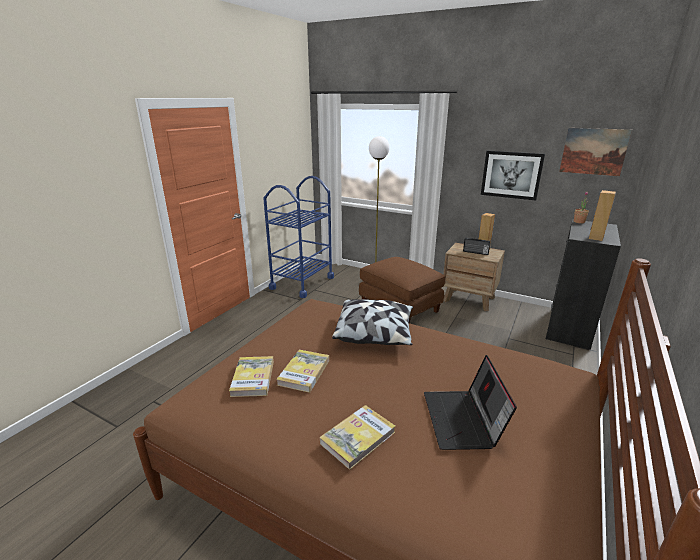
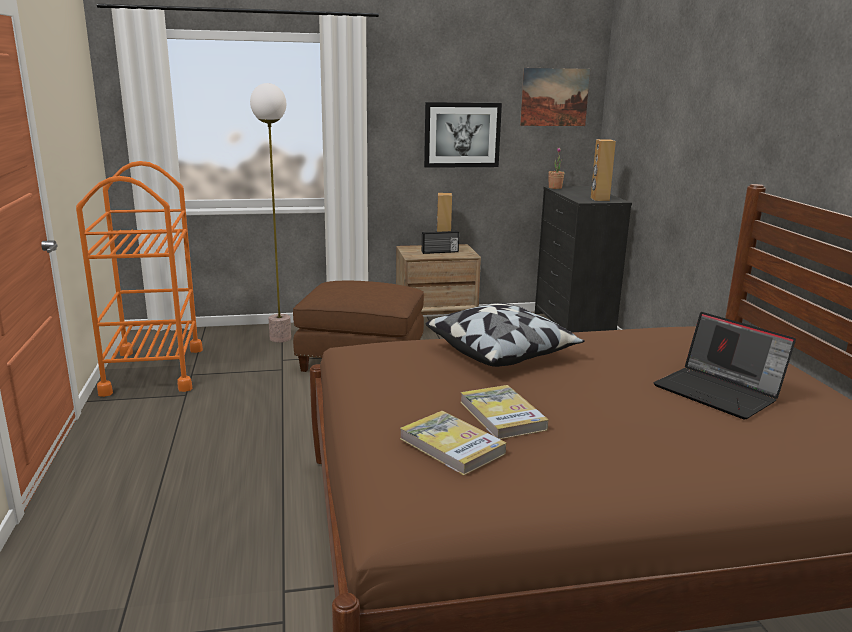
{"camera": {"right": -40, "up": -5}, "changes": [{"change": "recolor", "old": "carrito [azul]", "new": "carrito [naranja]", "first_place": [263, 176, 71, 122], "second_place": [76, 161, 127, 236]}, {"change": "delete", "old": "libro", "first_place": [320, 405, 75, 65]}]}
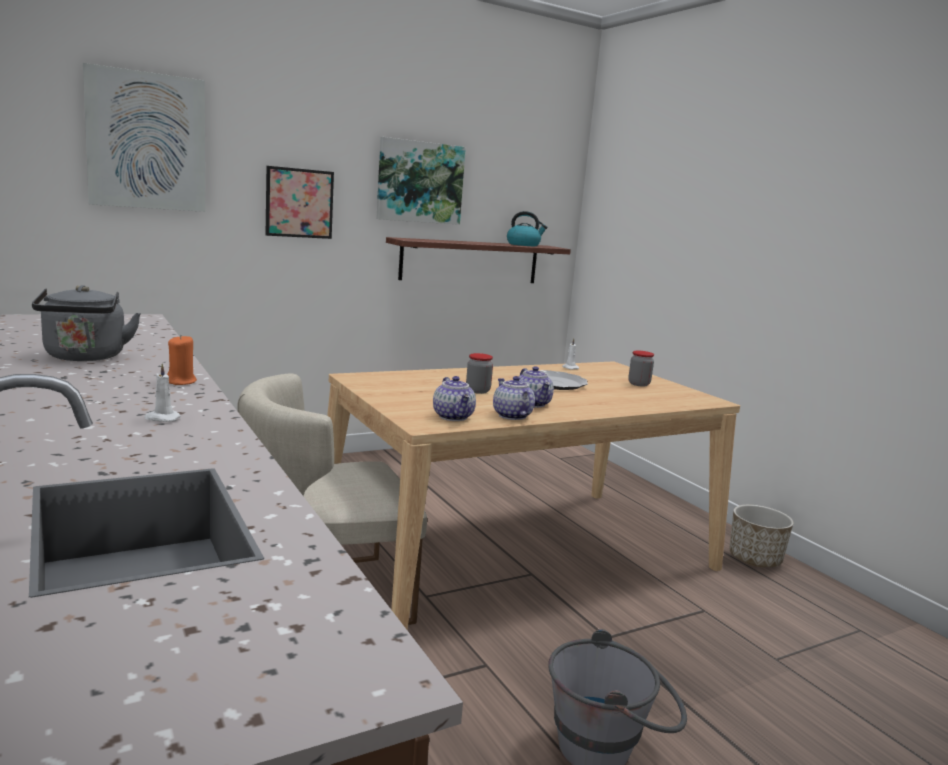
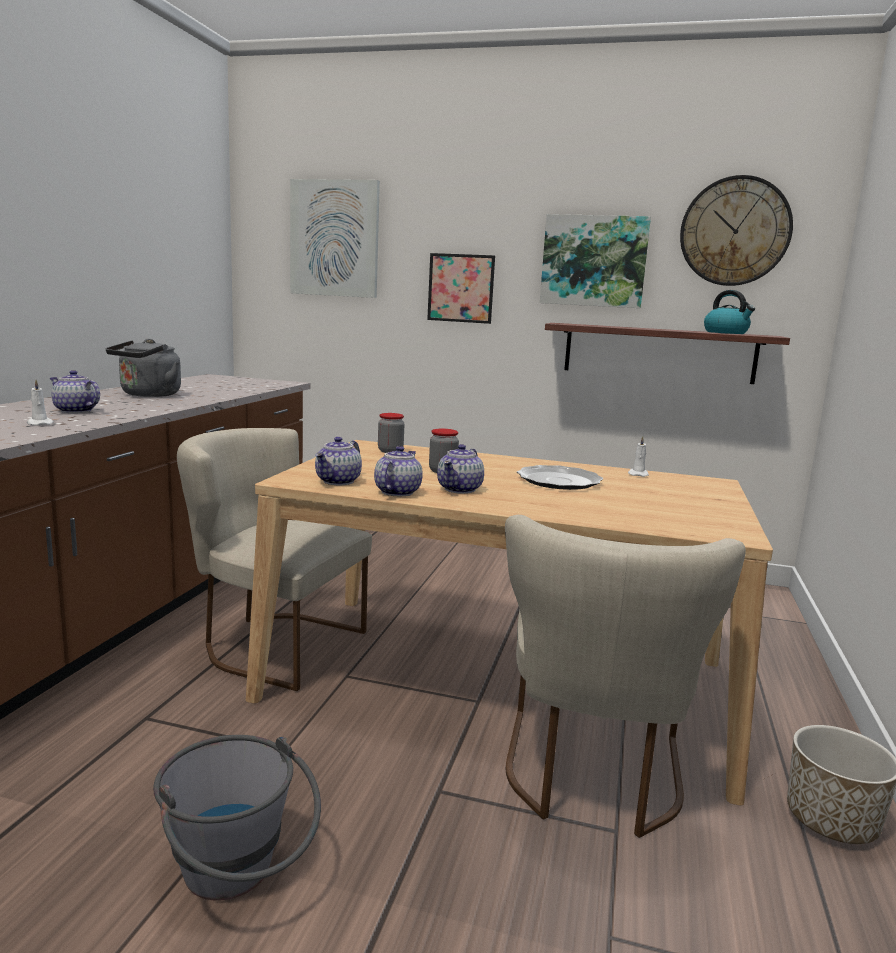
{"camera": {"right": 45, "up": 0}, "changes": [{"change": "delete", "old": "vela [naranja]", "first_place": [167, 335, 30, 50]}, {"change": "move", "old": "tarro", "first_place": [628, 351, 26, 36], "second_place": [378, 413, 26, 40]}, {"change": "insert", "new": "tetera", "second_place": [50, 370, 50, 43]}, {"change": "insert", "new": "silla [beis]", "second_place": [505, 515, 241, 323]}, {"change": "insert", "new": "reloj de pared", "second_place": [680, 175, 113, 111]}]}
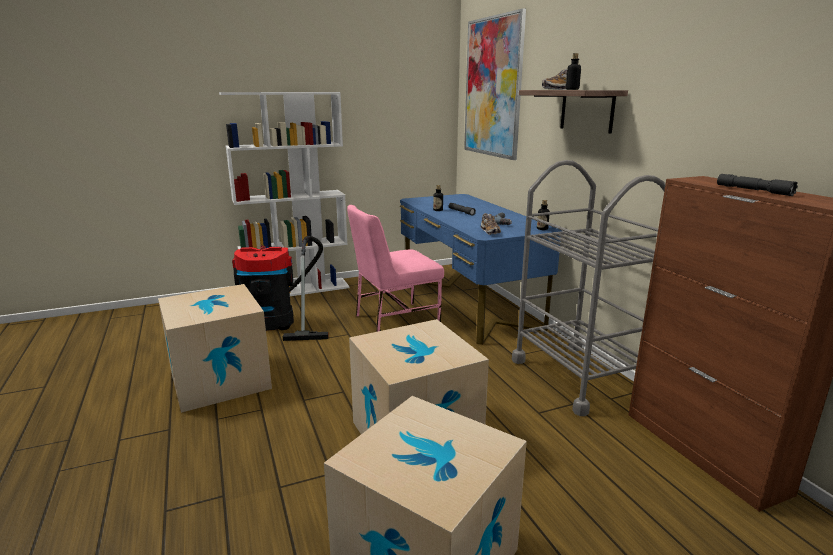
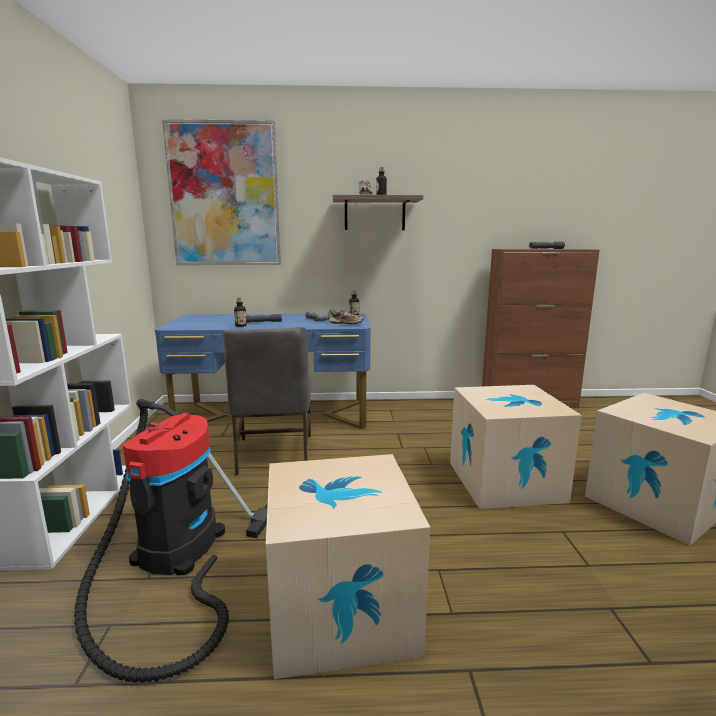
{"camera": {"right": -70, "up": -5}, "changes": [{"change": "recolor", "old": "silla [rosa]", "new": "silla [gris]", "first_place": [347, 205, 97, 127], "second_place": [223, 327, 89, 148]}, {"change": "delete", "old": "carrito [gris]", "first_place": [512, 160, 153, 256]}]}
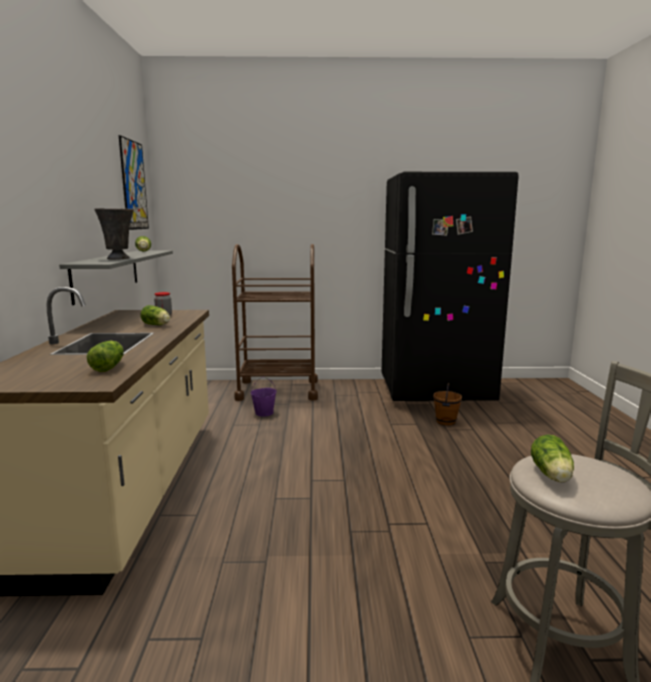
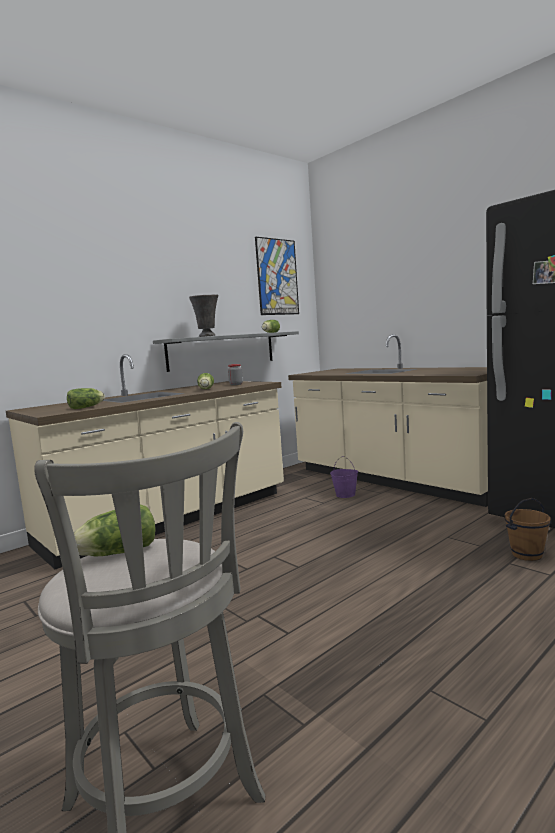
{"camera": {"right": 50, "up": -5}, "changes": [{"change": "replace", "old": "carrito [marrón]", "new": "mueble bajo de cocina [beis]", "first_place": [232, 244, 86, 157], "second_place": [288, 334, 200, 173]}]}
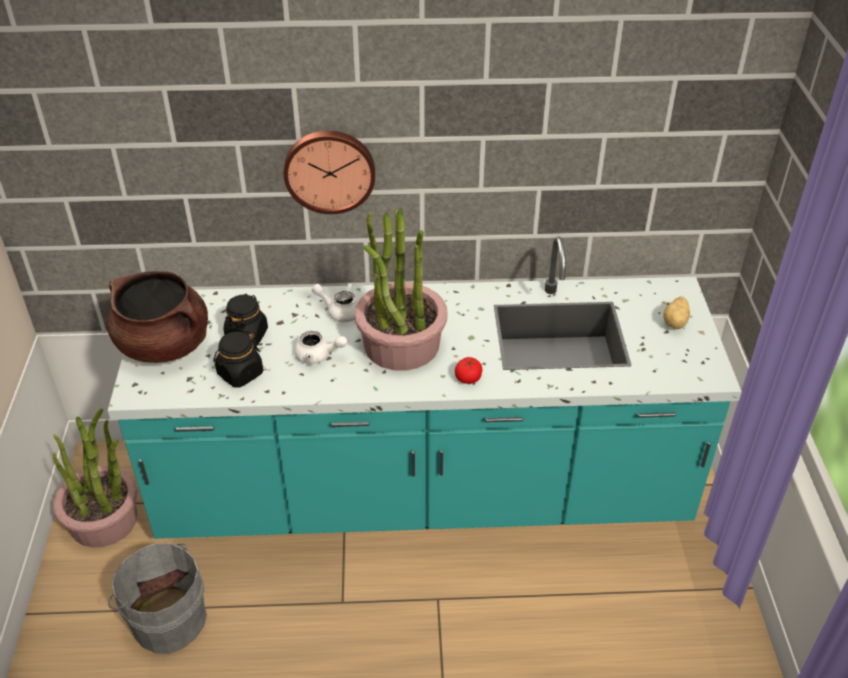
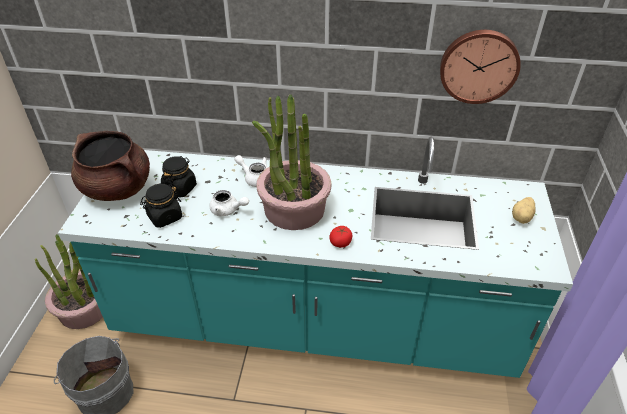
{"camera": {"right": 10, "up": 0}, "changes": [{"change": "move", "old": "reloj de pared", "first_place": [284, 131, 91, 83], "second_place": [440, 30, 81, 74]}]}
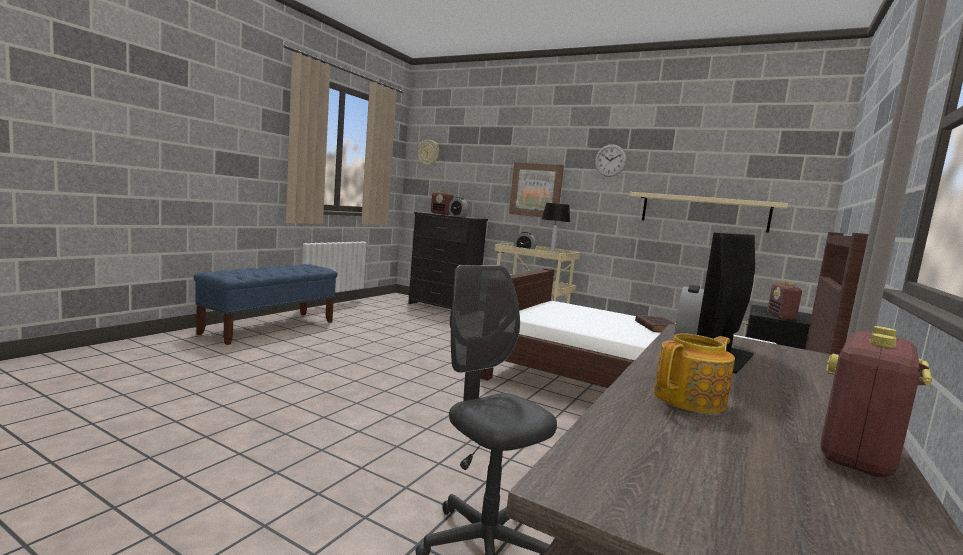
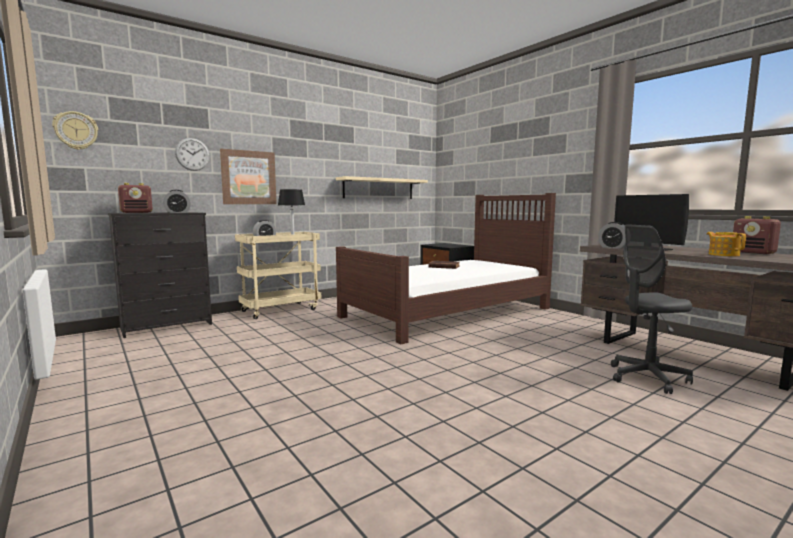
{"camera": {"right": -65, "up": 0}, "changes": [{"change": "delete", "old": "banco [azul]", "first_place": [194, 264, 144, 81]}, {"change": "move", "old": "reloj de pared", "first_place": [595, 144, 32, 33], "second_place": [175, 138, 35, 33]}, {"change": "delete", "old": "radio", "first_place": [768, 281, 36, 39]}]}
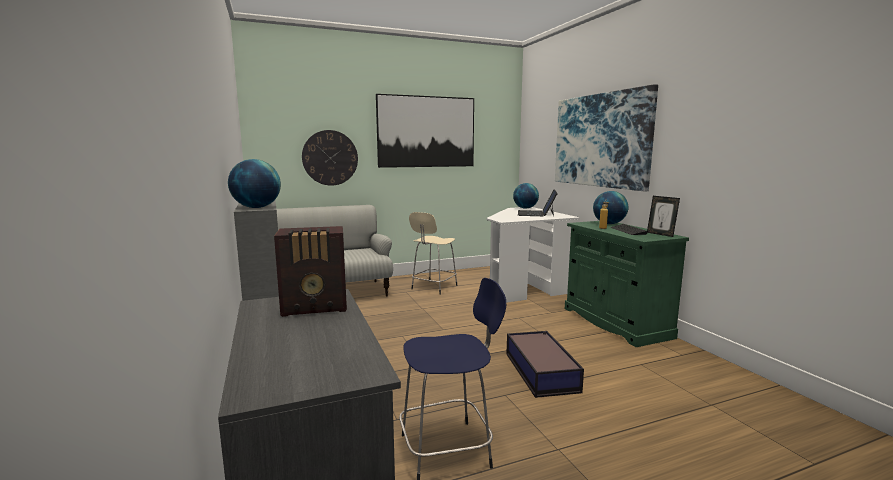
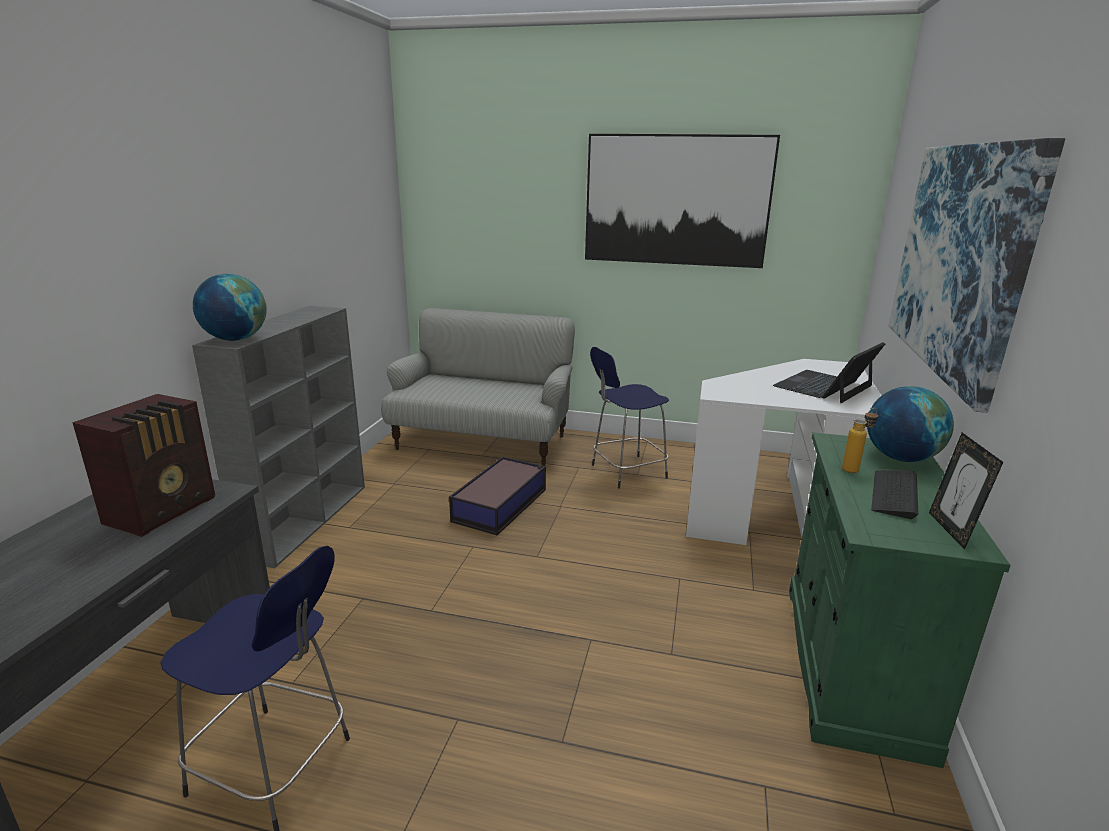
{"camera": {"right": 35, "up": 10}, "changes": [{"change": "rotate", "old": "radio", "first_place": [274, 226, 73, 91], "second_place": [73, 394, 142, 143], "degrees": -90}, {"change": "delete", "old": "reloj de pared", "first_place": [302, 130, 56, 56]}, {"change": "recolor", "old": "taburete [beis]", "new": "taburete [azul]", "first_place": [409, 212, 48, 83], "second_place": [590, 347, 79, 141]}, {"change": "move", "old": "caja de almacenaje", "first_place": [506, 331, 78, 67], "second_place": [449, 457, 97, 78]}, {"change": "delete", "old": "globo terráqueo", "first_place": [513, 183, 26, 26]}]}
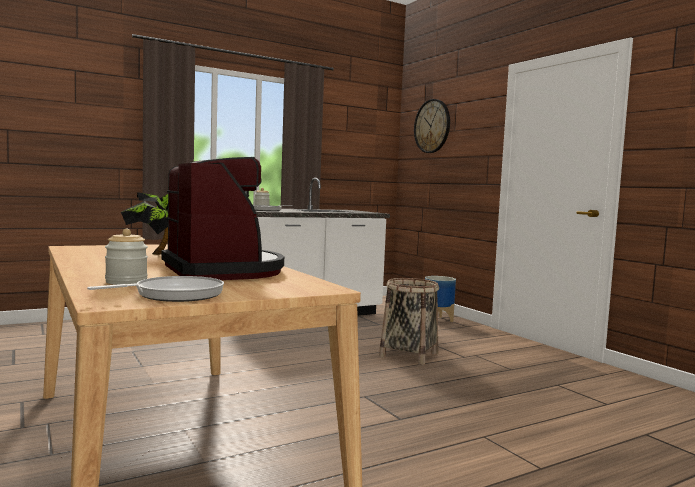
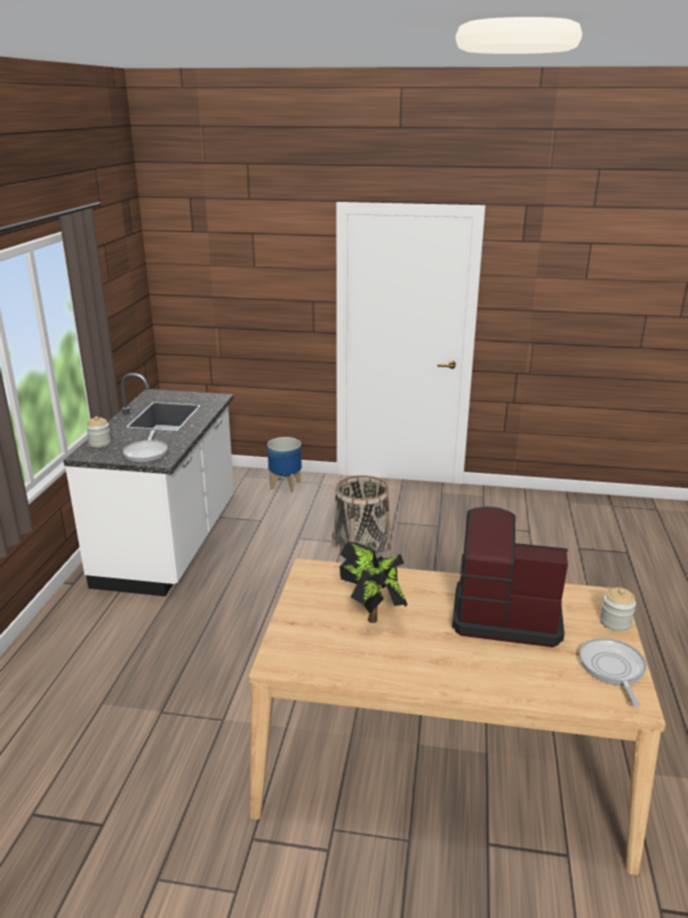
{"camera": {"right": -50, "up": 20}, "changes": [{"change": "move", "old": "tarro", "first_place": [105, 229, 43, 56], "second_place": [600, 587, 36, 45]}, {"change": "delete", "old": "reloj de pared", "first_place": [414, 99, 36, 54]}]}
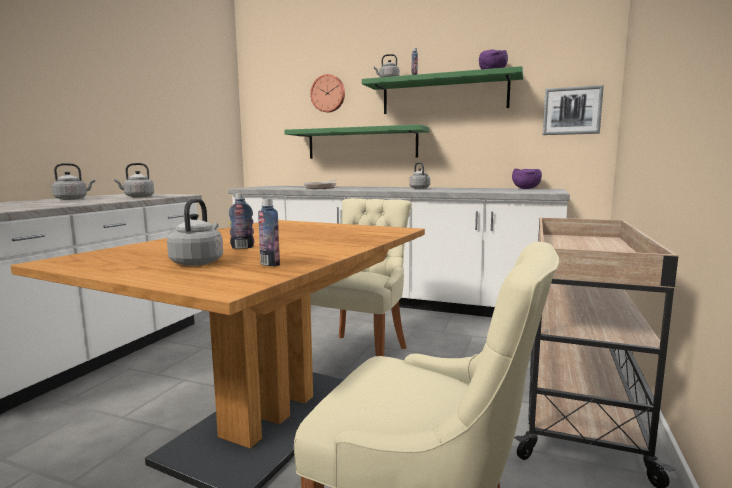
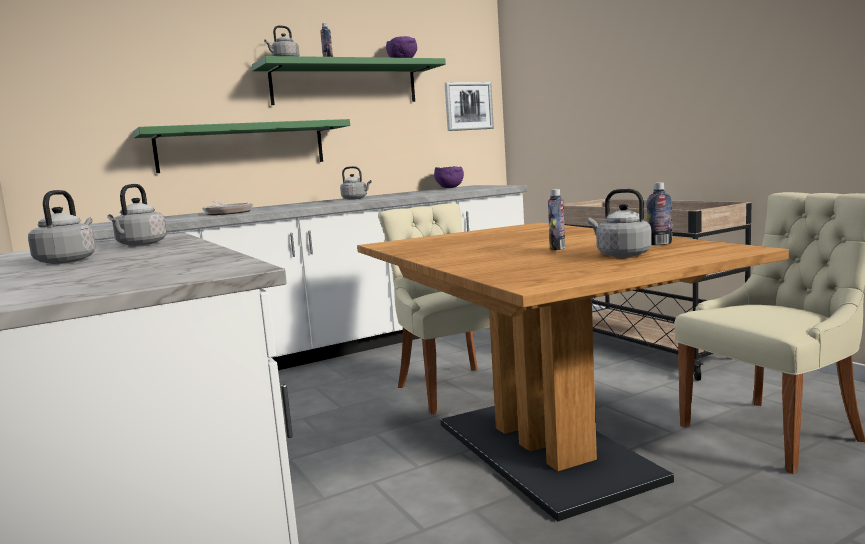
{"camera": {"right": -50, "up": 0}, "changes": [{"change": "delete", "old": "reloj de pared", "first_place": [310, 74, 35, 39]}]}
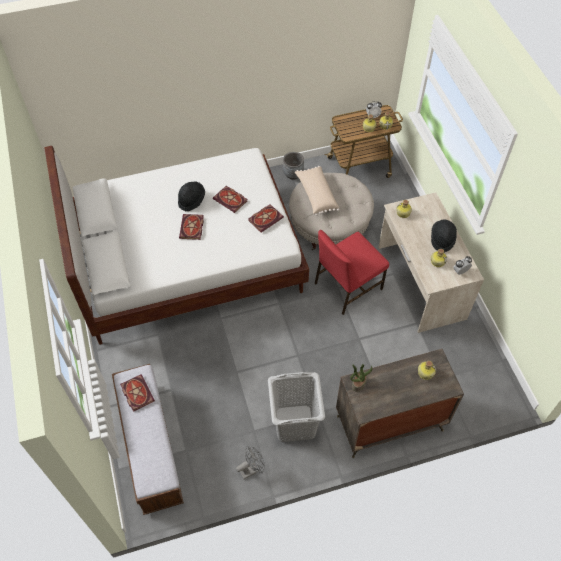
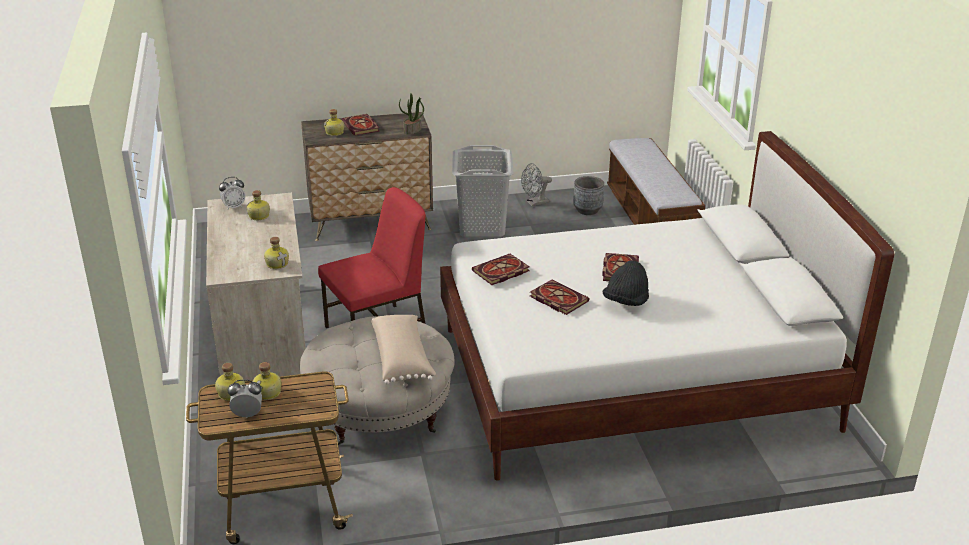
{"camera": {"right": -175, "up": -25}, "changes": [{"change": "move", "old": "libro", "first_place": [120, 374, 35, 38], "second_place": [342, 114, 37, 22]}, {"change": "move", "old": "maceta [gris]", "first_place": [283, 152, 21, 28], "second_place": [573, 176, 31, 39]}, {"change": "delete", "old": "sombrero [negro]", "first_place": [431, 219, 26, 34]}]}
